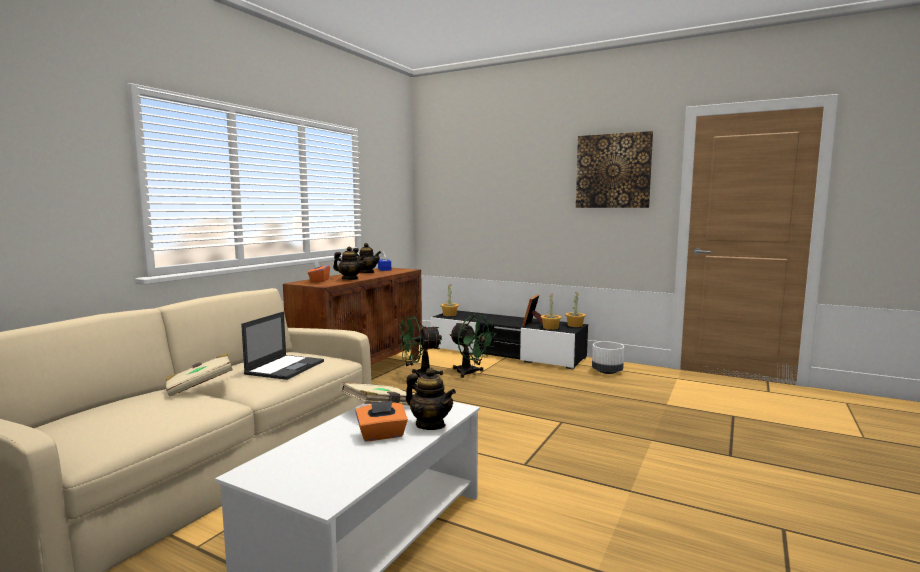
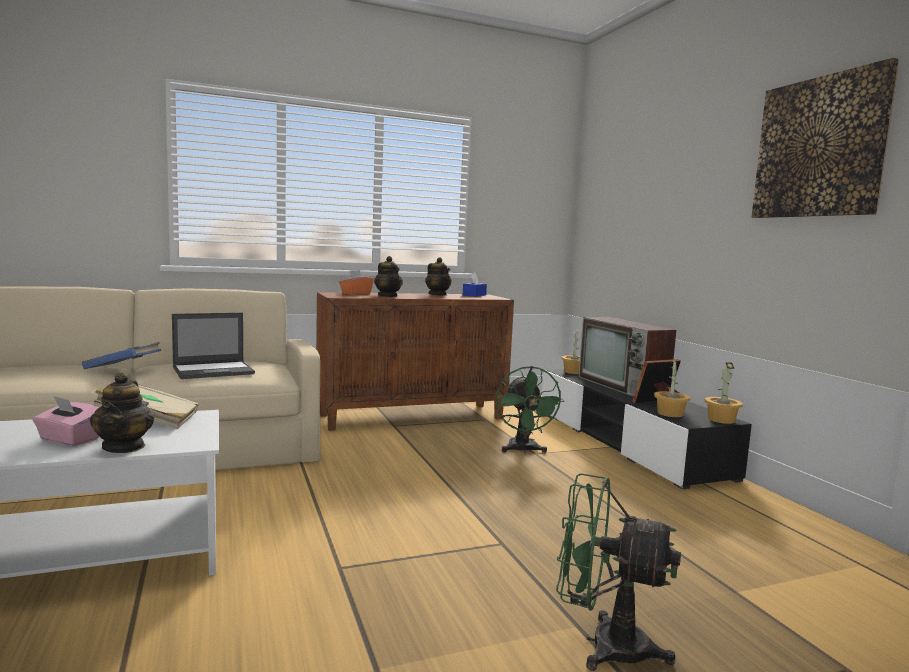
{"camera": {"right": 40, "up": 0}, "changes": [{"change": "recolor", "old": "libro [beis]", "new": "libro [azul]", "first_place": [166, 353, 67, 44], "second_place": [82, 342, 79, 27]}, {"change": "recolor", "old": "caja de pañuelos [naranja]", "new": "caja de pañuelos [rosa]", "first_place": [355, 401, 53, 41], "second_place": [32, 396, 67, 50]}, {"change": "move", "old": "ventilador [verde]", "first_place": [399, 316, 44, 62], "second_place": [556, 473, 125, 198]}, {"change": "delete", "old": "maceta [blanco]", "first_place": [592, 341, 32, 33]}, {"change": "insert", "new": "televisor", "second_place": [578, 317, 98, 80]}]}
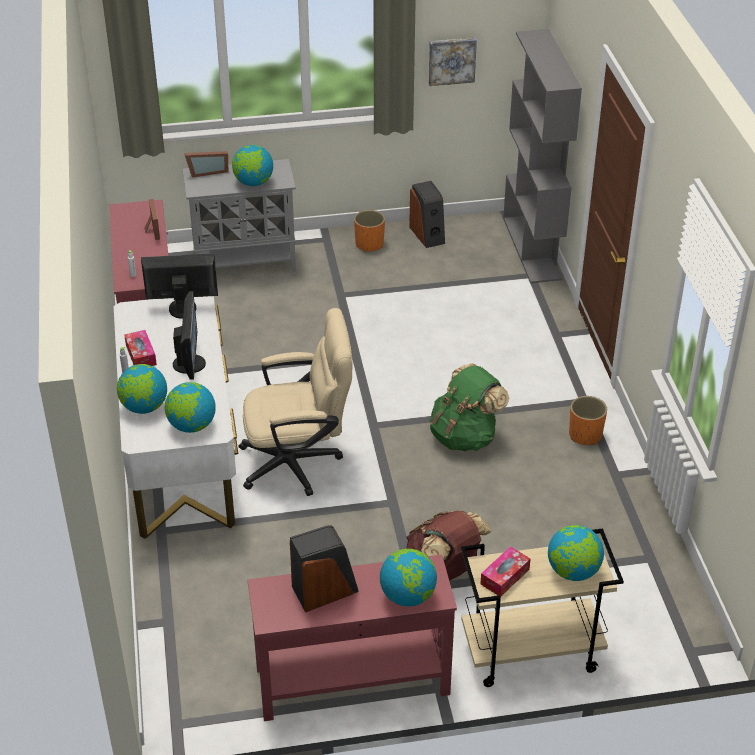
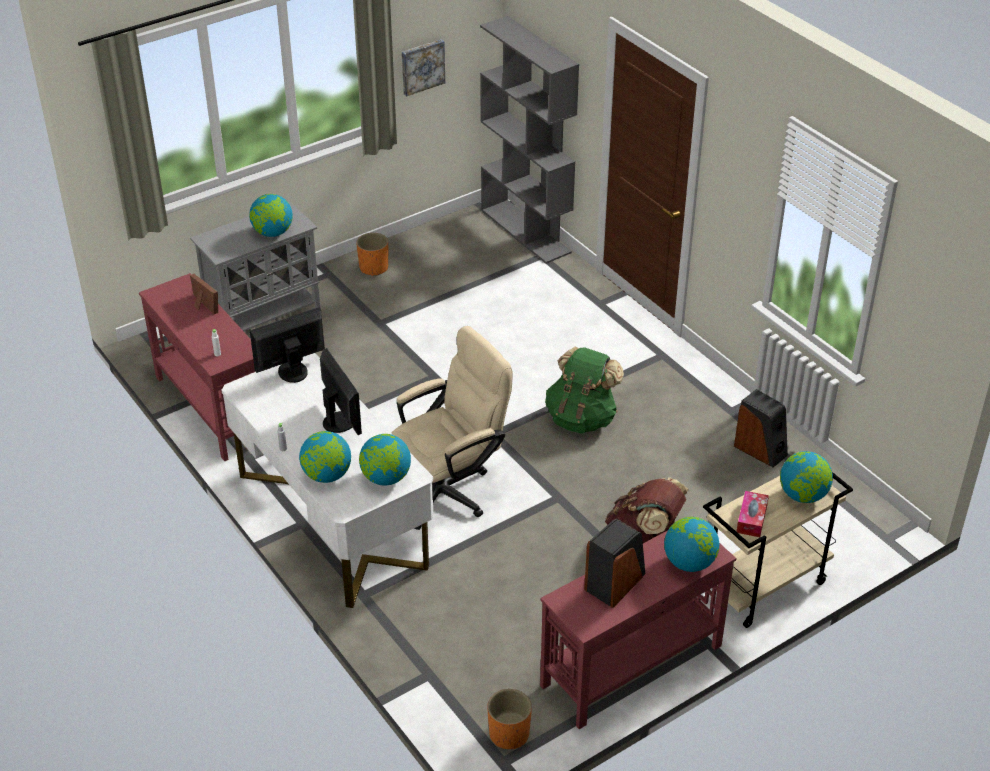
{"camera": {"right": -25, "up": 0}, "changes": [{"change": "delete", "old": "caja de pañuelos", "first_place": [124, 330, 33, 36]}, {"change": "delete", "old": "portarretratos", "first_place": [184, 151, 44, 27]}, {"change": "move", "old": "altavoz", "first_place": [409, 181, 36, 67], "second_place": [734, 389, 54, 78]}, {"change": "move", "old": "maceta [naranja]", "first_place": [569, 396, 38, 49], "second_place": [487, 689, 45, 60]}]}
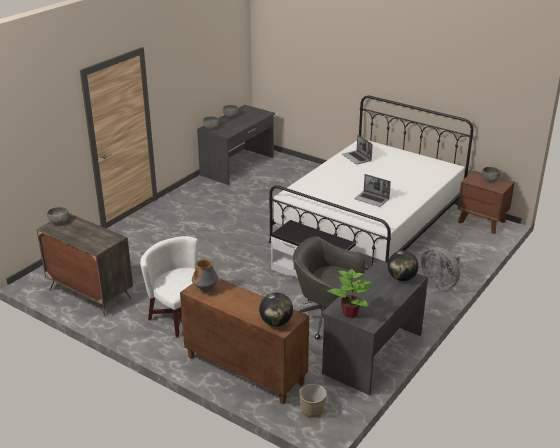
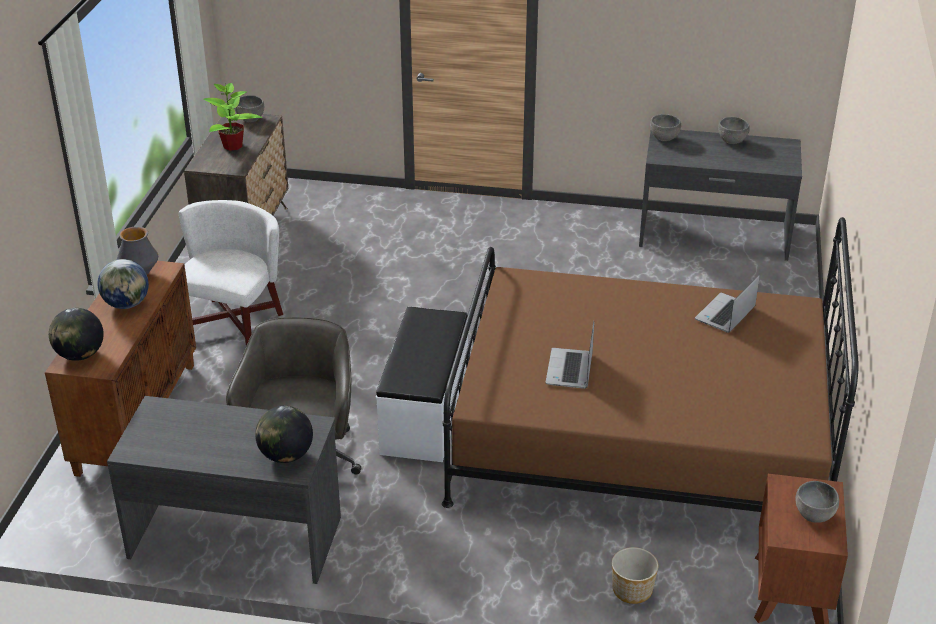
{"camera": {"right": 65, "up": 5}, "changes": [{"change": "recolor", "old": "cama [blanco]", "new": "cama [marrón]", "first_place": [268, 96, 205, 174], "second_place": [442, 217, 417, 295]}, {"change": "move", "old": "maceta", "first_place": [299, 384, 28, 33], "second_place": [612, 547, 46, 57]}, {"change": "move", "old": "planta en maceta", "first_place": [327, 269, 47, 49], "second_place": [204, 83, 59, 68]}, {"change": "delete", "old": "ventilador [gris]", "first_place": [421, 247, 39, 43]}, {"change": "insert", "new": "globo terráqueo", "second_place": [98, 259, 51, 50]}]}
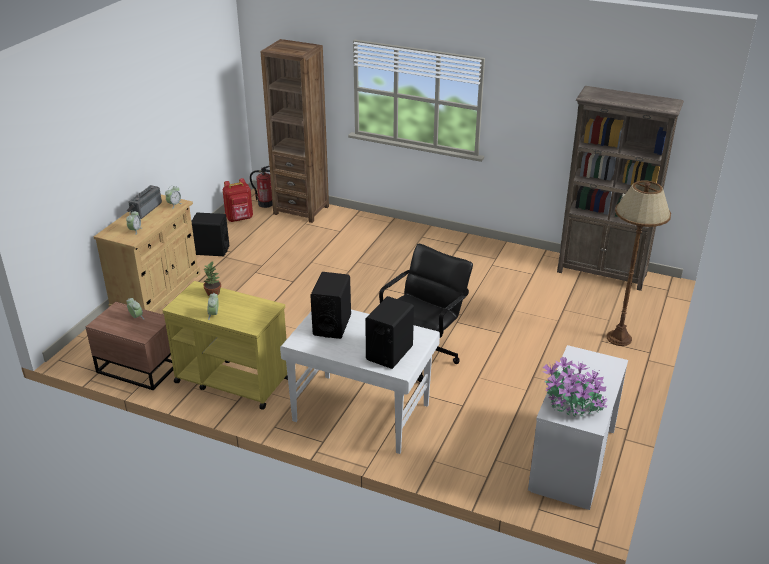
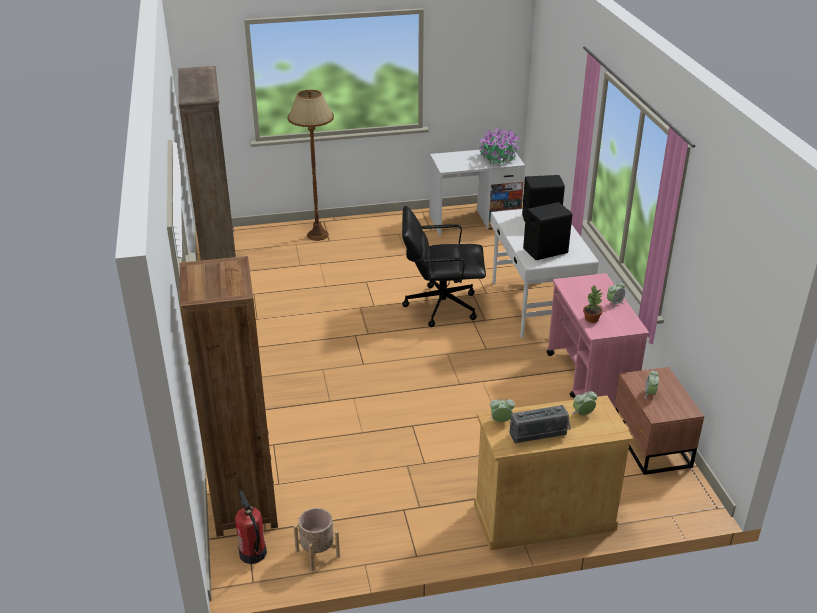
{"camera": {"right": -125, "up": 0}, "changes": [{"change": "recolor", "old": "carrito [amarillo]", "new": "carrito [rosa]", "first_place": [162, 281, 126, 129], "second_place": [547, 273, 102, 134]}, {"change": "delete", "old": "altavoz [negro]", "first_place": [191, 213, 38, 43]}, {"change": "replace", "old": "mochila [rojo]", "new": "maceta [beis]", "first_place": [223, 178, 30, 44], "second_place": [293, 508, 47, 63]}]}
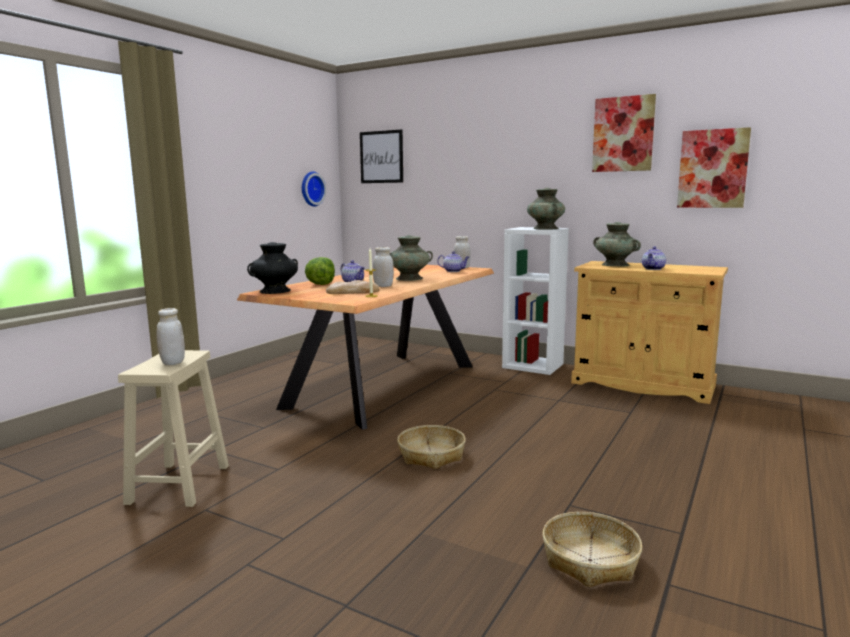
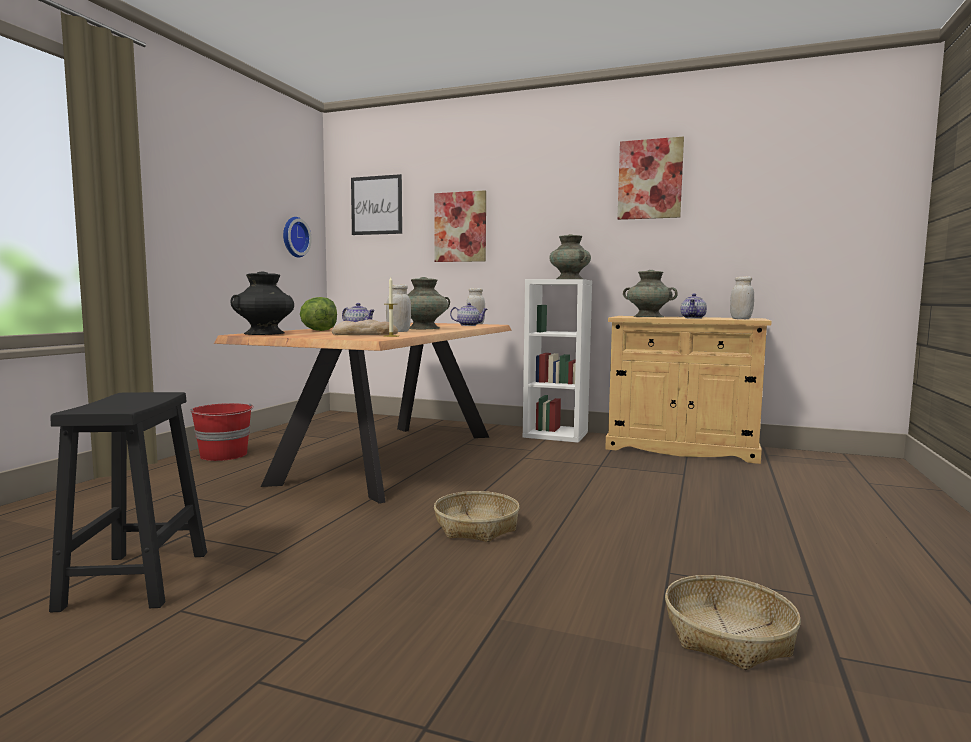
{"camera": {"right": -10, "up": -5}, "changes": [{"change": "recolor", "old": "taburete [beis]", "new": "taburete [negro]", "first_place": [118, 350, 111, 157], "second_place": [49, 392, 158, 220]}, {"change": "move", "old": "tarro [blanco]", "first_place": [156, 308, 29, 57], "second_place": [730, 276, 24, 43]}, {"change": "move", "old": "cuadro", "first_place": [677, 127, 74, 81], "second_place": [434, 190, 52, 72]}, {"change": "insert", "new": "cubo [rojo]", "second_place": [190, 403, 64, 58]}]}
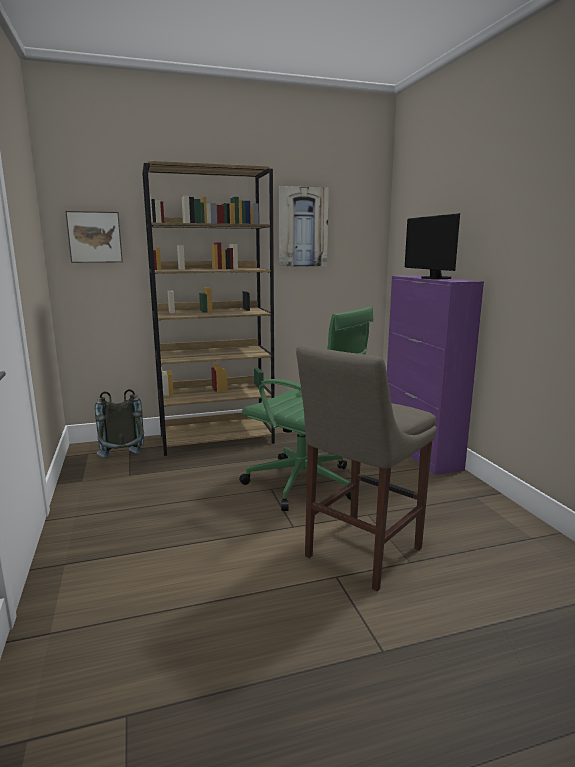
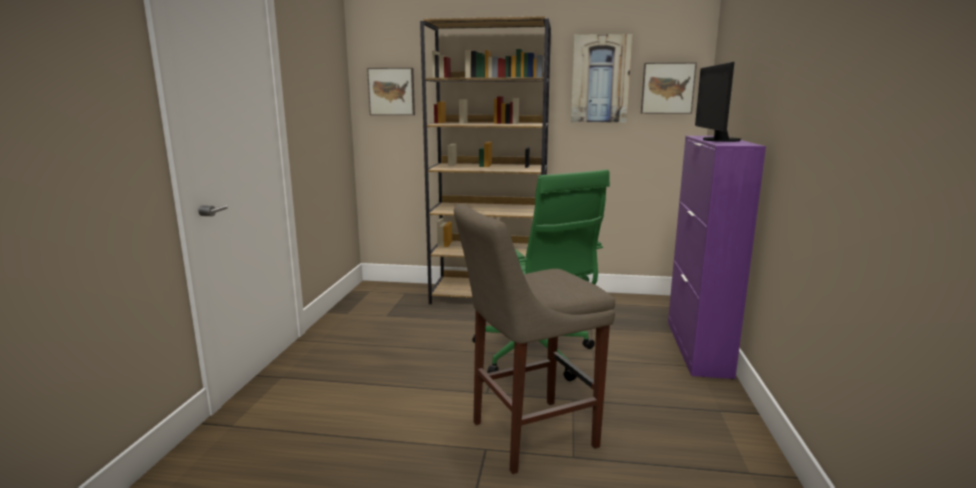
{"camera": {"right": 25, "up": 0}, "changes": [{"change": "delete", "old": "mochila [gris]", "first_place": [95, 389, 49, 69]}, {"change": "insert", "new": "cuadro", "second_place": [641, 62, 56, 52]}]}
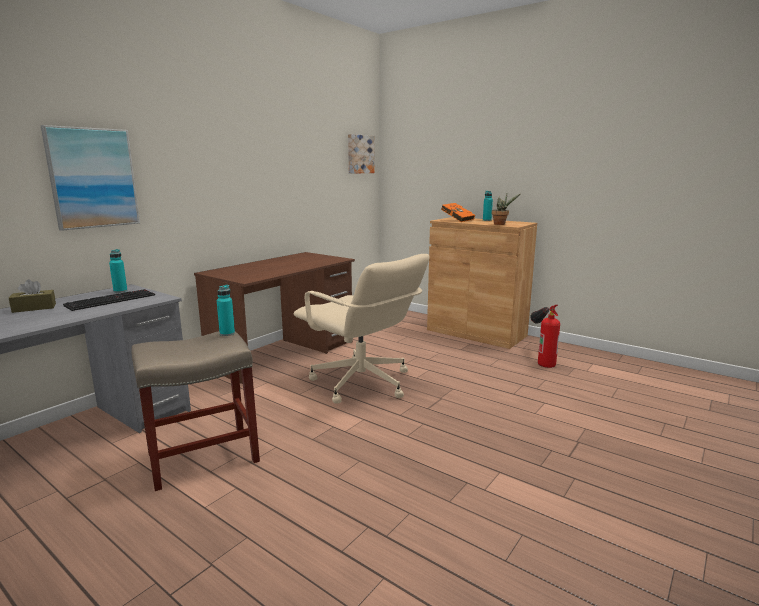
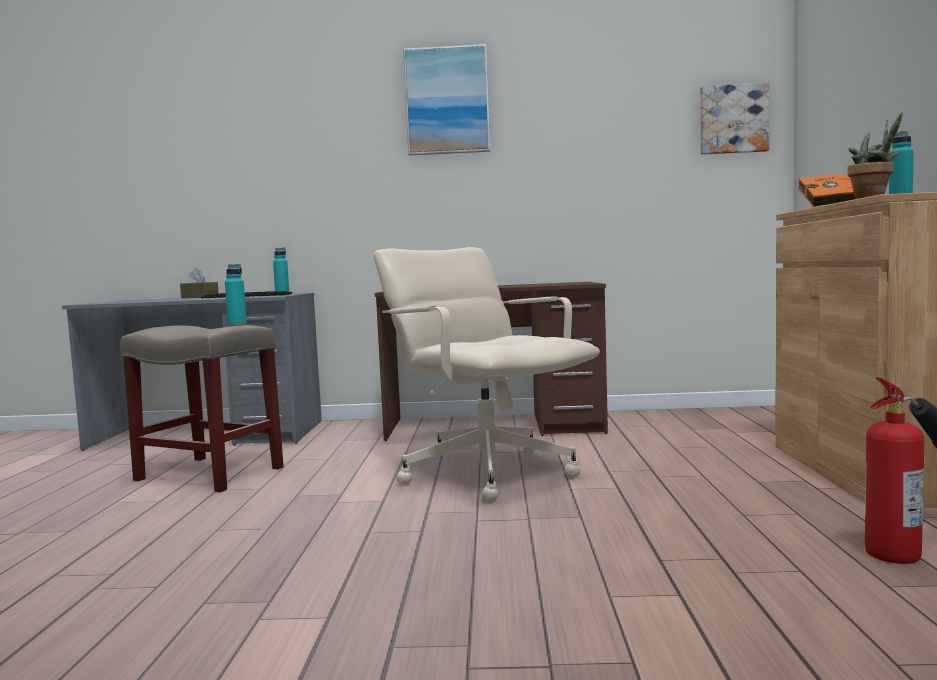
{"camera": {"right": 55, "up": -10}, "changes": [{"change": "move", "old": "cuadro", "first_place": [41, 125, 99, 106], "second_place": [403, 44, 87, 112]}, {"change": "rotate", "old": "silla de oficina [beis]", "first_place": [294, 254, 136, 150], "second_place": [374, 247, 226, 254], "degrees": 135}]}
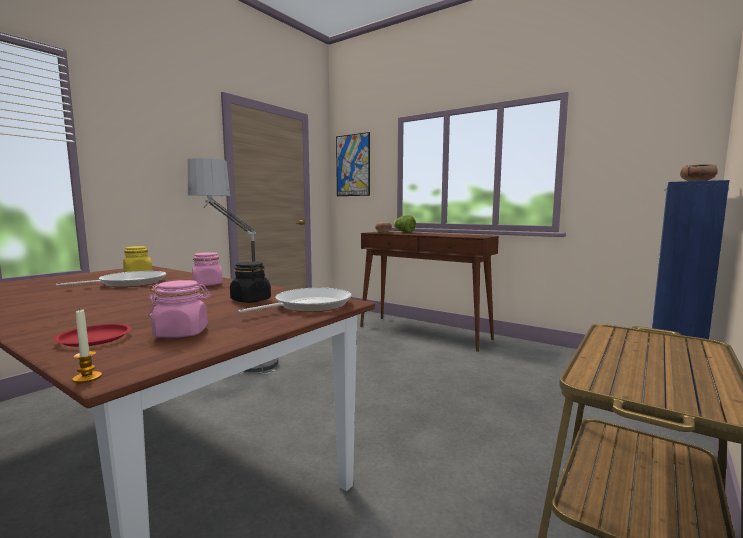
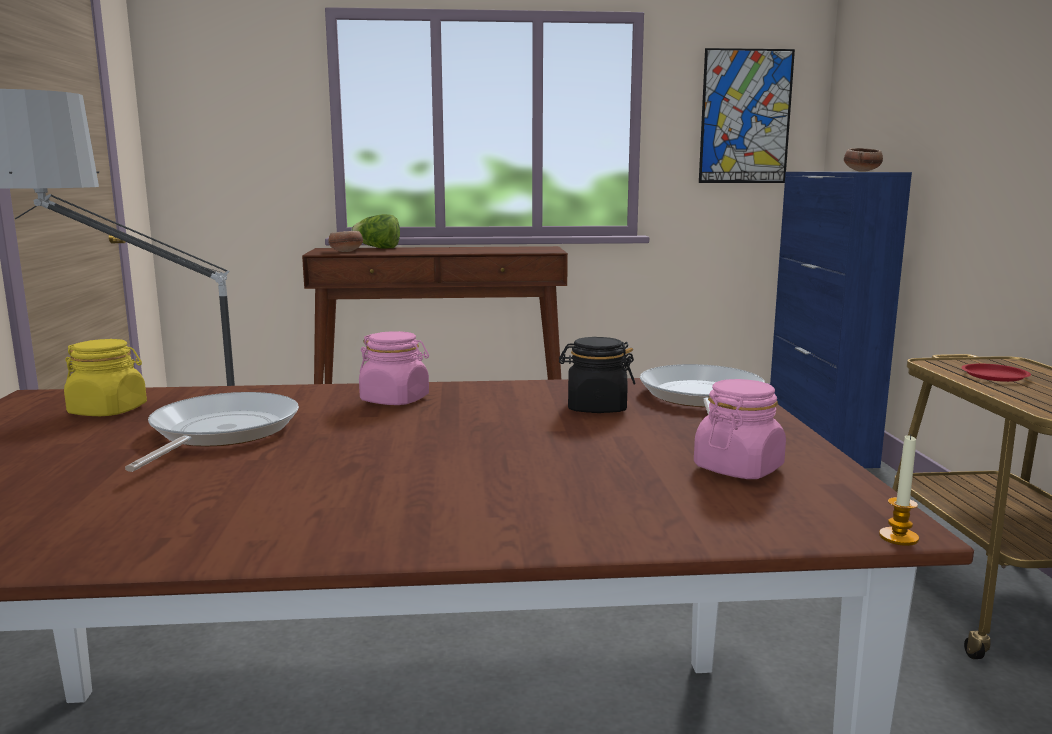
{"camera": {"right": -40, "up": 5}, "changes": [{"change": "move", "old": "plato [rojo]", "first_place": [53, 324, 79, 23], "second_place": [961, 364, 70, 18]}, {"change": "move", "old": "cuadro", "first_place": [336, 132, 34, 64], "second_place": [699, 48, 96, 135]}]}
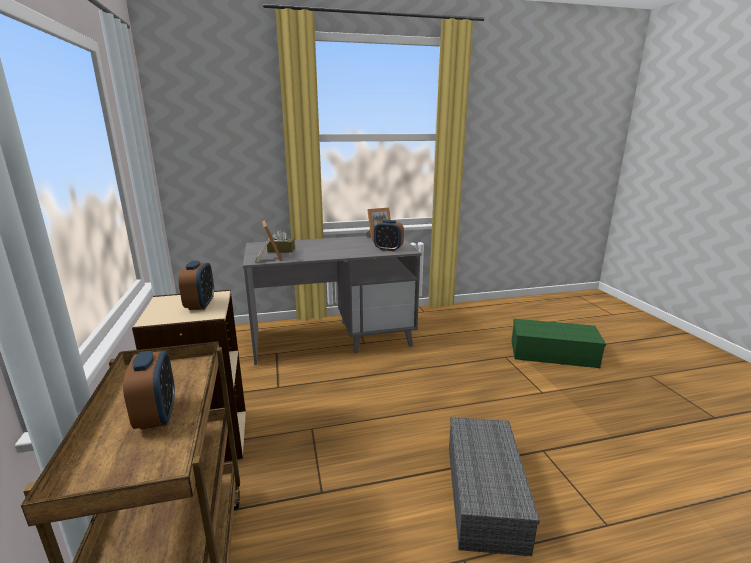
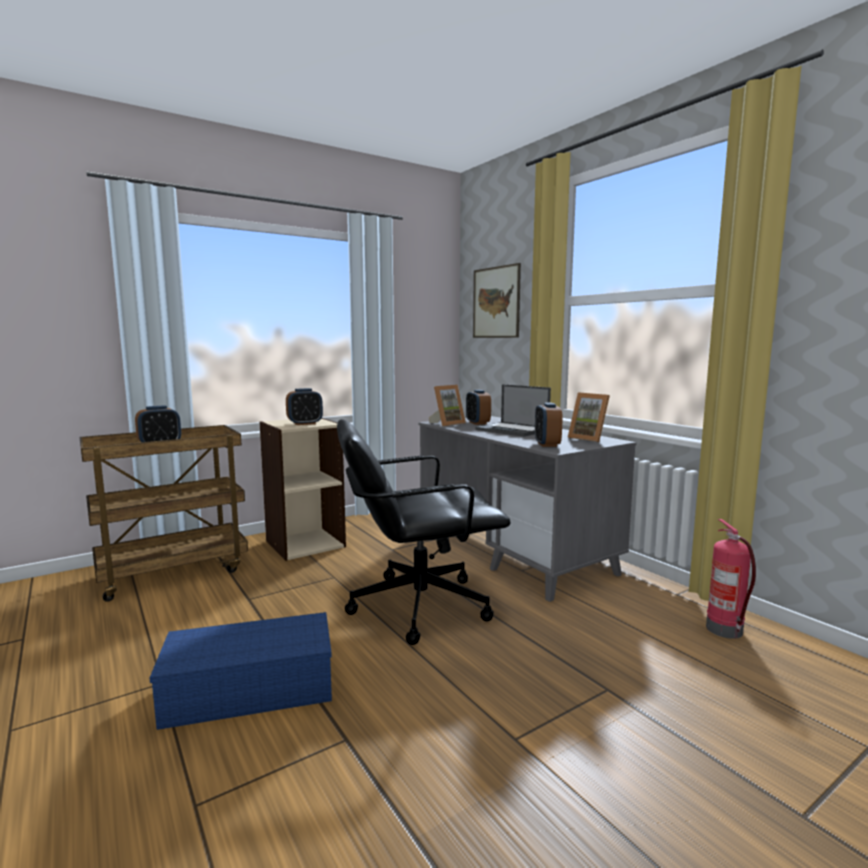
{"camera": {"right": 70, "up": -10}, "changes": [{"change": "replace", "old": "caja de pañuelos [marrón]", "new": "despertador", "first_place": [267, 230, 28, 23], "second_place": [466, 390, 25, 35]}, {"change": "recolor", "old": "caja de almacenaje [gris]", "new": "caja de almacenaje [azul]", "first_place": [449, 417, 91, 139], "second_place": [150, 612, 182, 118]}, {"change": "delete", "old": "caja de almacenaje [verde]", "first_place": [512, 319, 94, 49]}, {"change": "insert", "new": "silla de oficina [negro]", "second_place": [337, 419, 174, 226]}, {"change": "insert", "new": "cuadro", "second_place": [473, 263, 48, 75]}, {"change": "insert", "new": "portátil", "second_place": [475, 384, 76, 53]}, {"change": "insert", "new": "extintor", "second_place": [706, 519, 50, 120]}]}
